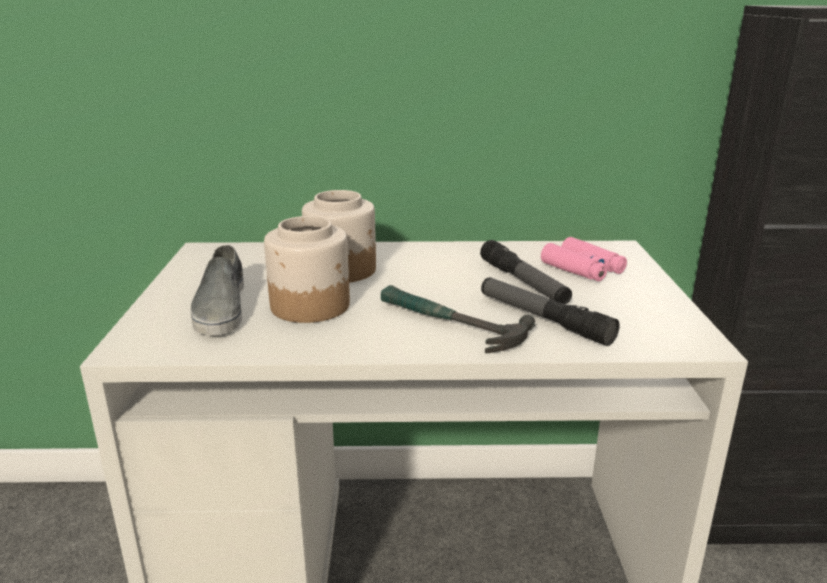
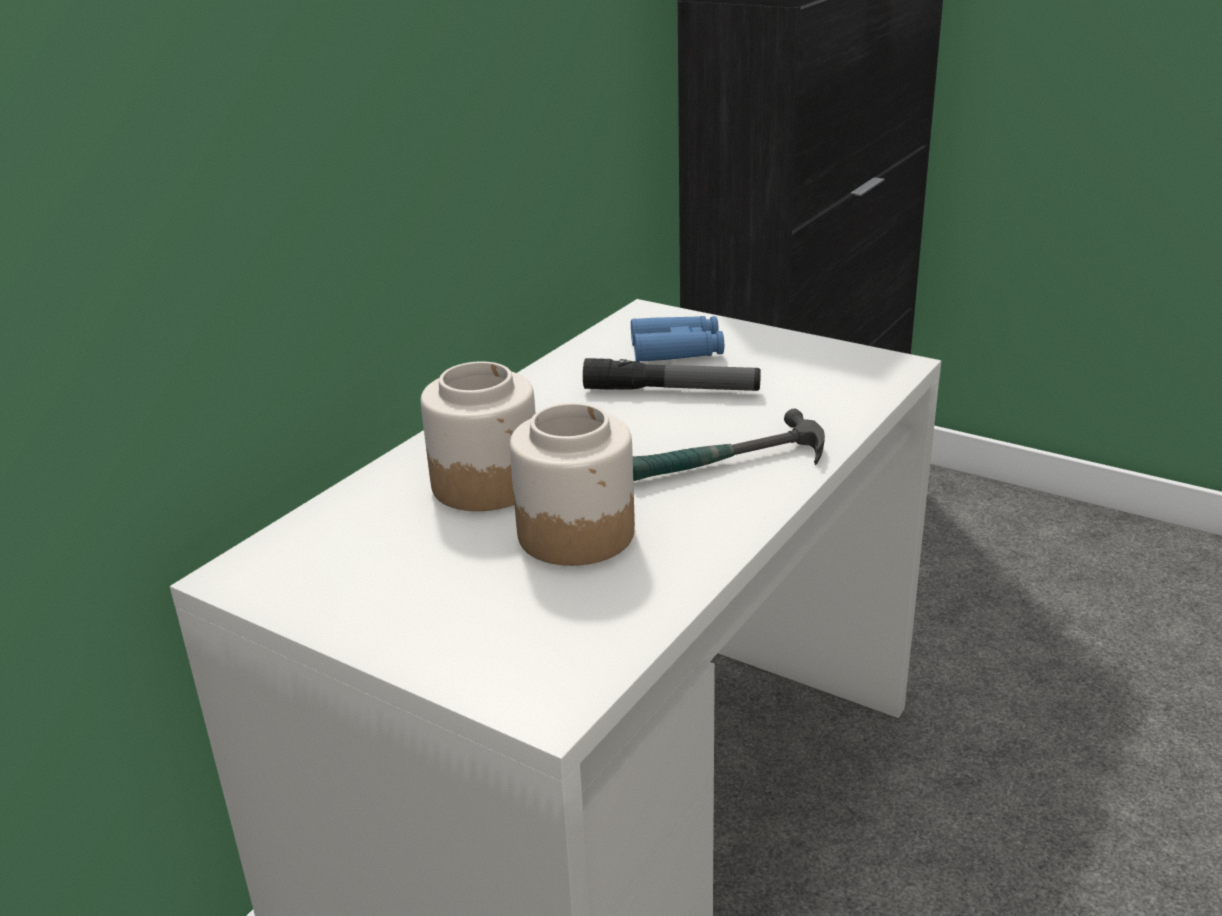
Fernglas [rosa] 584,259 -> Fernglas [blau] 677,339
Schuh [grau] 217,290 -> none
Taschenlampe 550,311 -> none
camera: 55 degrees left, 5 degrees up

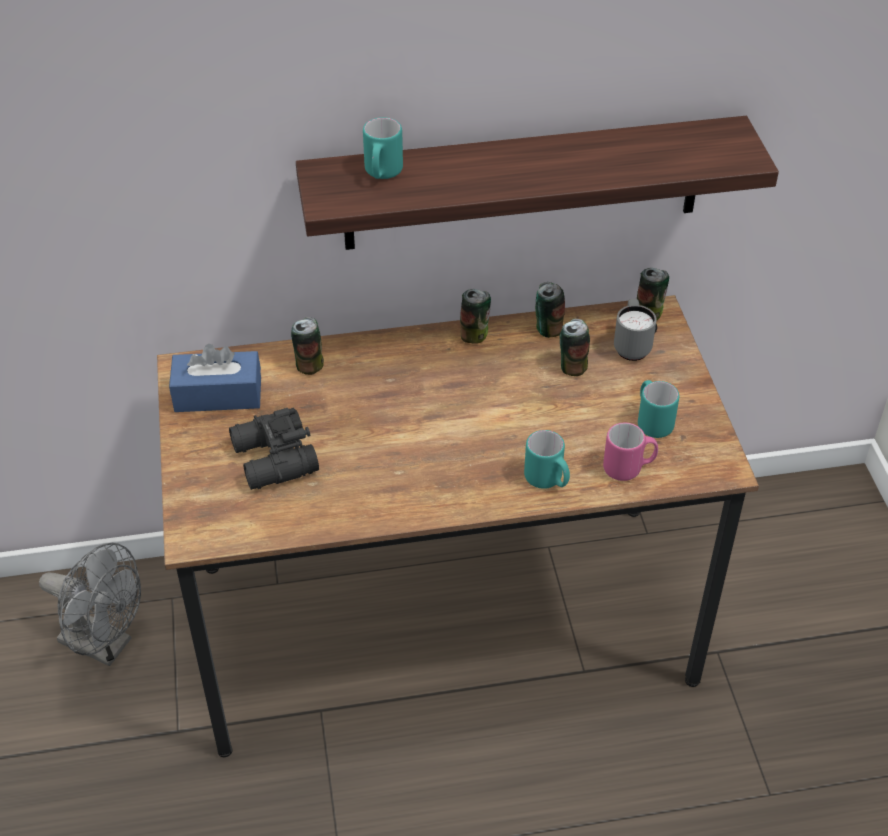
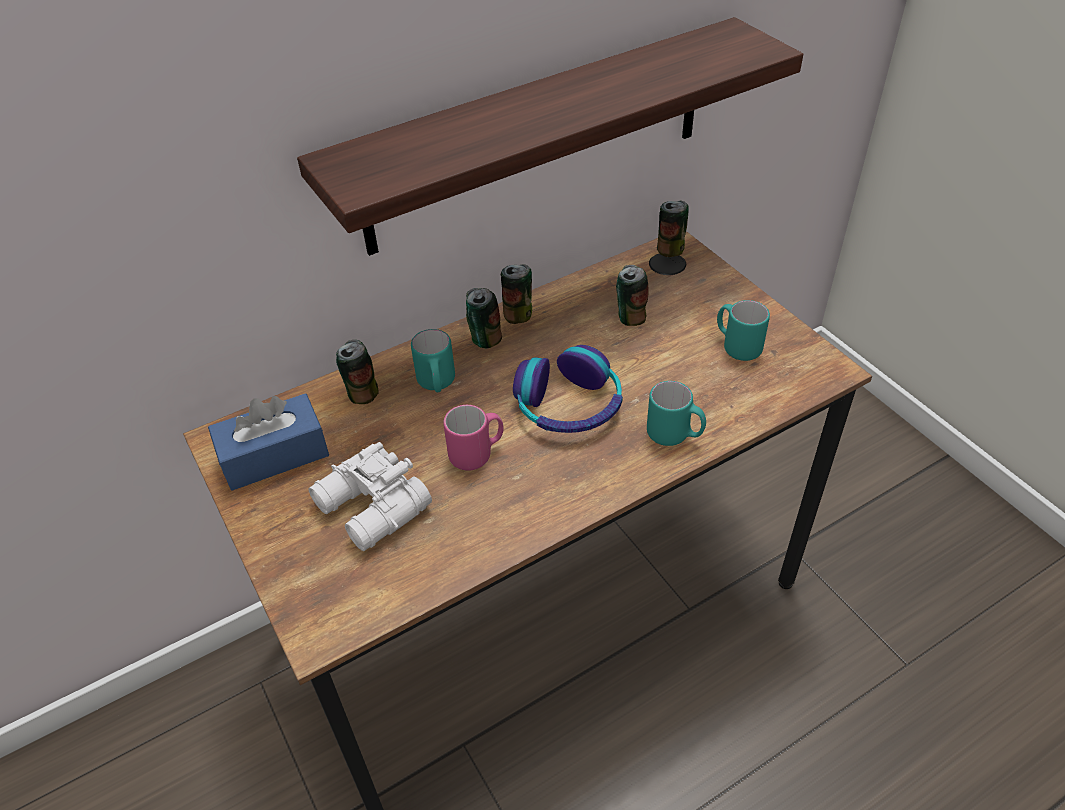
Henkelbecher [türkis] 383,148 -> Henkelbecher [türkis] 433,360, moved
Dose 550,310 -> Dose 484,318, moved
Henkelbecher [grau] 635,330 -> none
Fernglas [schwarz] 274,449 -> Fernglas [weiß] 370,496
Henkelbecher [rosa] 630,452 -> Henkelbecher [rosa] 474,437, moved
Ventilator [grau] 90,604 -> none
none -> Kopfhörer 568,389
camera: 20 degrees left, 0 degrees up

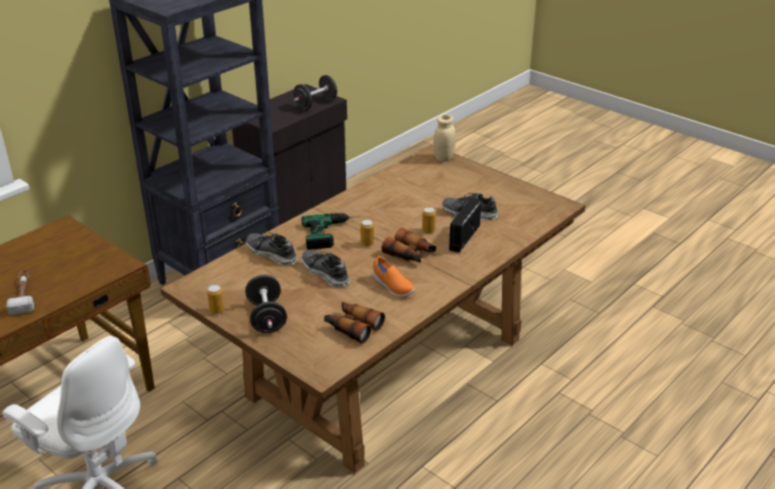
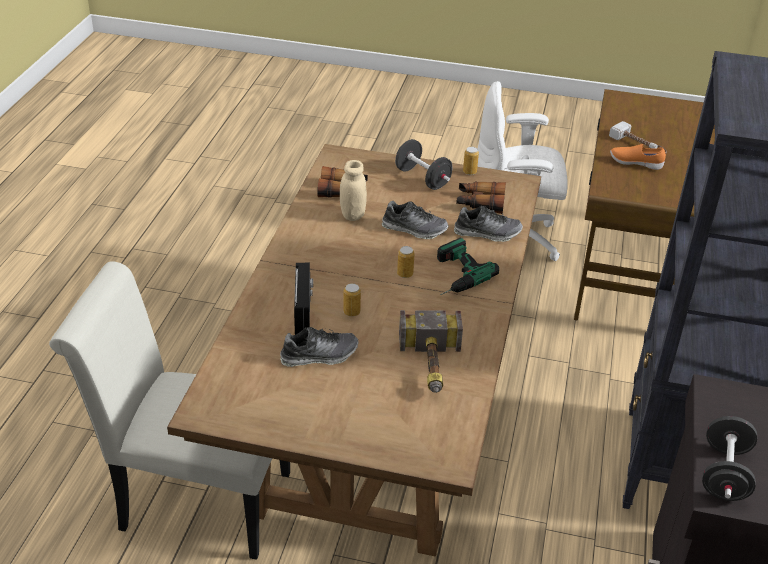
Vorratsglas [beige] 444,138 -> Vorratsglas [beige] 353,190, moved
Fernglas 409,245 -> Fernglas 481,197, moved
Schuh [orange] 394,276 -> Schuh [orange] 638,157, moved
none -> Stuhl [weiß] 169,410
none -> Hammer 431,351
camera: 150 degrees right, 5 degrees up

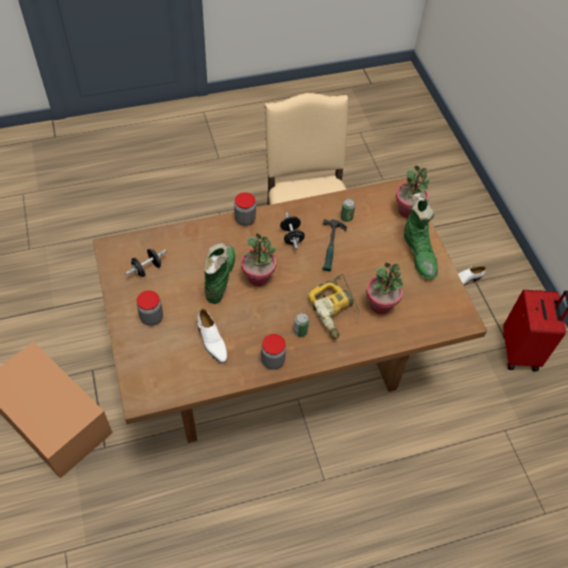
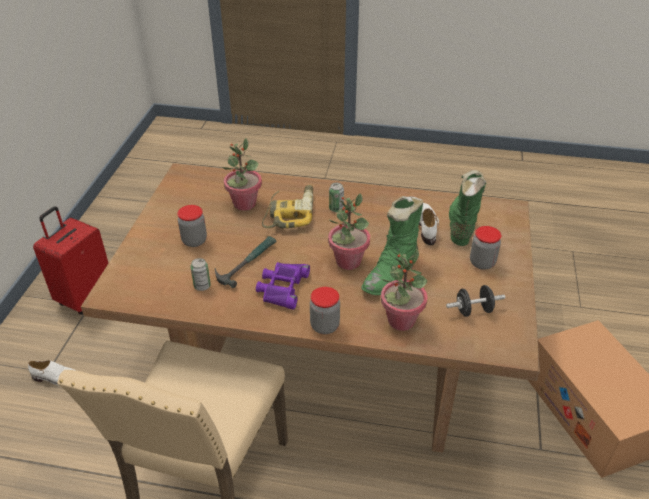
Topfpflanze 413,191 -> Topfpflanze 404,290, moved
Stiefel [grün] 421,236 -> Stiefel [grün] 467,208, moved
Hantel [schwarz] 292,230 -> Fernglas [lila] 283,286
Vorratsglas 273,352 -> Vorratsglas 192,226, moved
camera: 150 degrees left, 15 degrees down

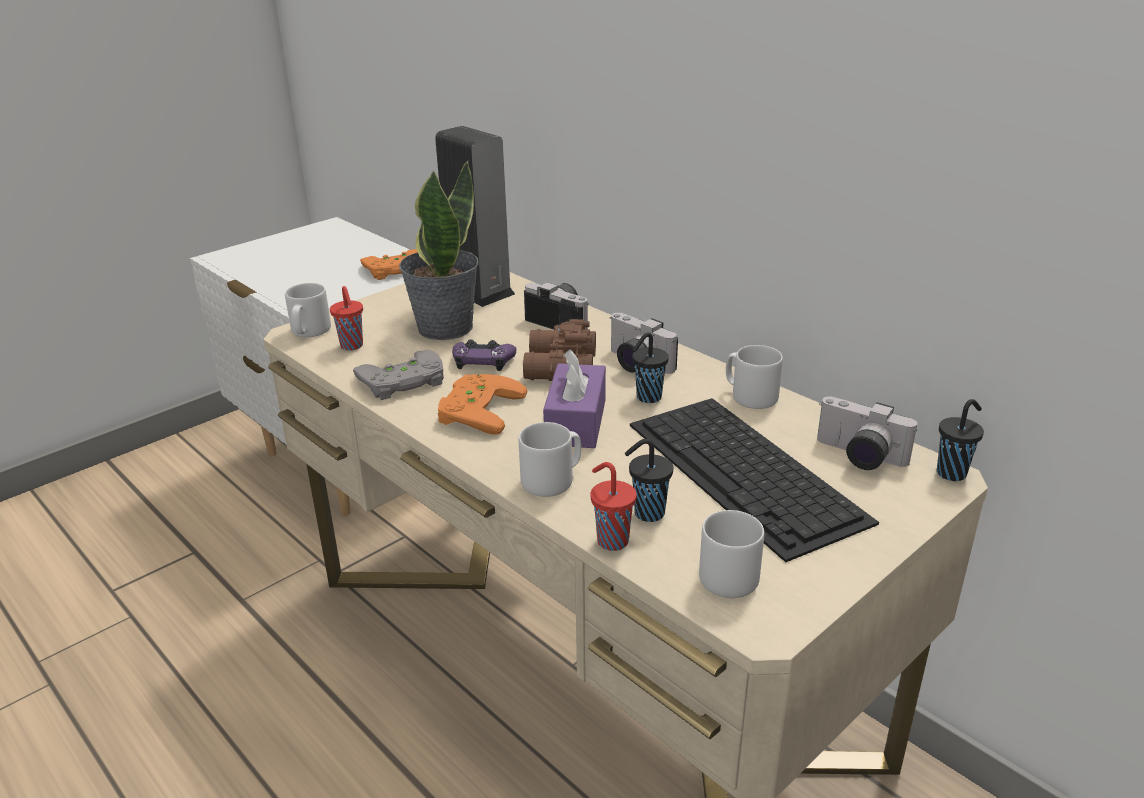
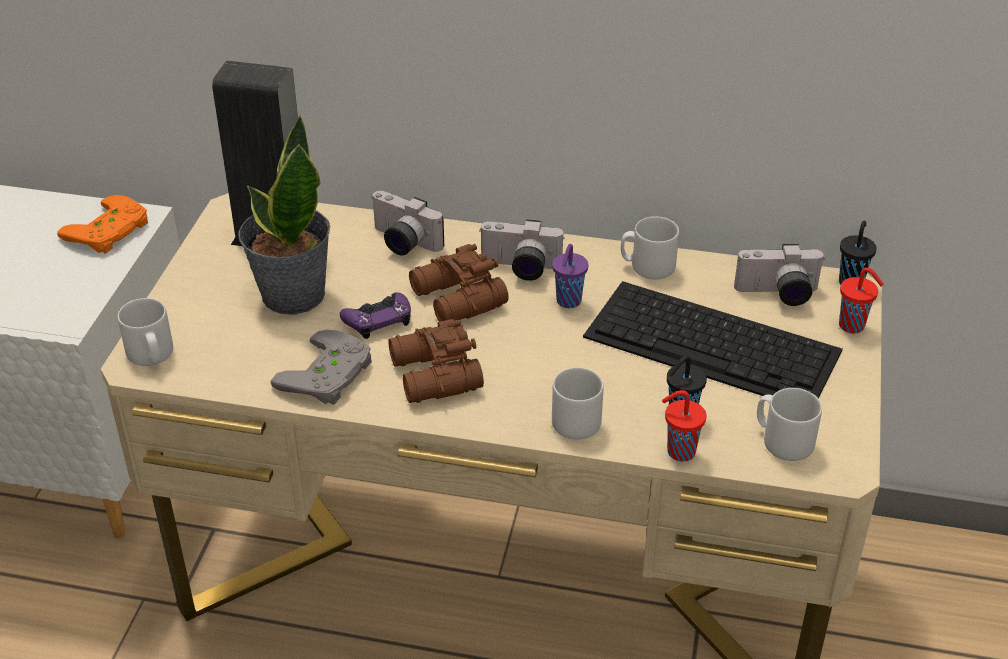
Kamera 556,306 -> Kamera 407,223, 150 degrees counterclockwise
Tasse [rot] 346,318 -> Tasse [rot] 861,301, moved
Tasse [schwarz] 650,367 -> Tasse [lila] 570,276
Taschentuchbox [lila] 574,398 -> none
Gamepad [orange] 482,404 -> Fernglas [braun] 436,361
camera: 35 degrees left, 10 degrees up

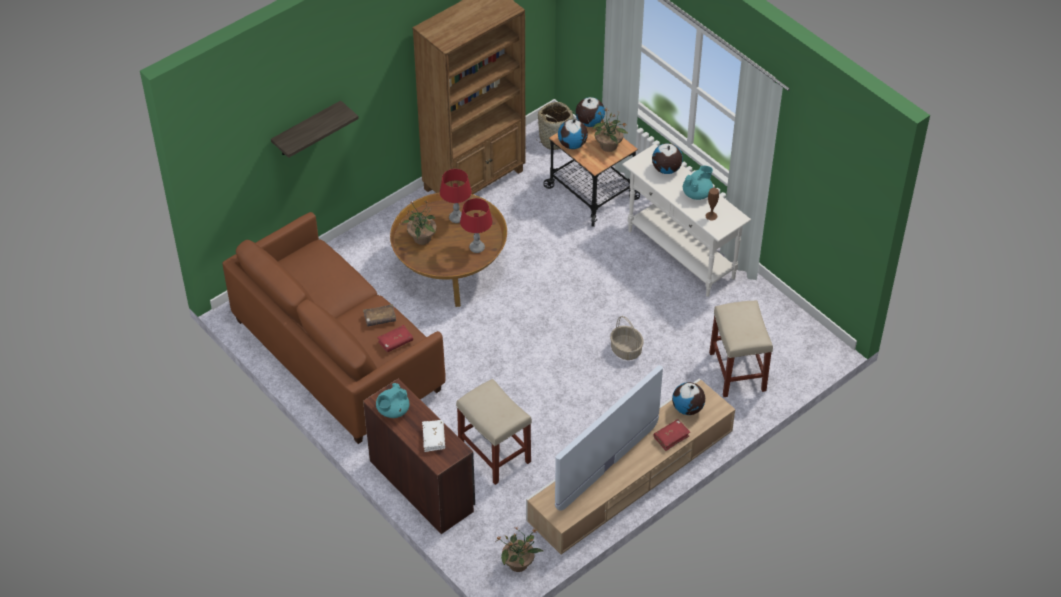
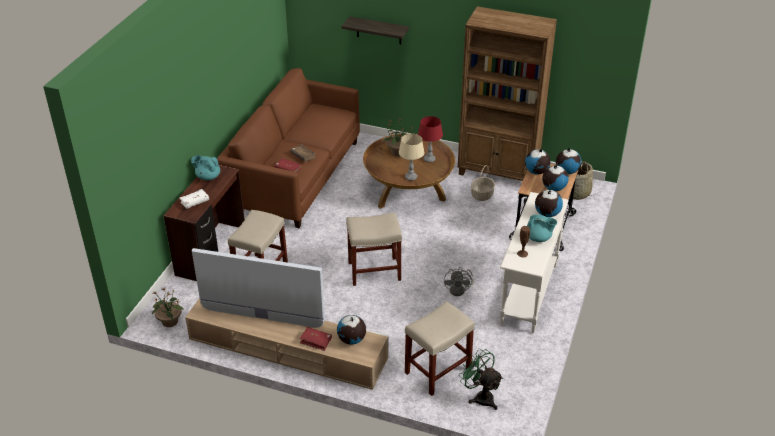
Topfpflanze 610,130 -> Globus 555,178
Tischlampe [rot] 476,225 -> Tischlampe [beige] 411,157
Korb 627,338 -> Korb 483,183, moved
none -> Hocker [beige] 374,249
none -> Ventilator [grau] 459,281
none -> Ventilator [grün] 481,379
camera: 60 degrees right, 10 degrees down

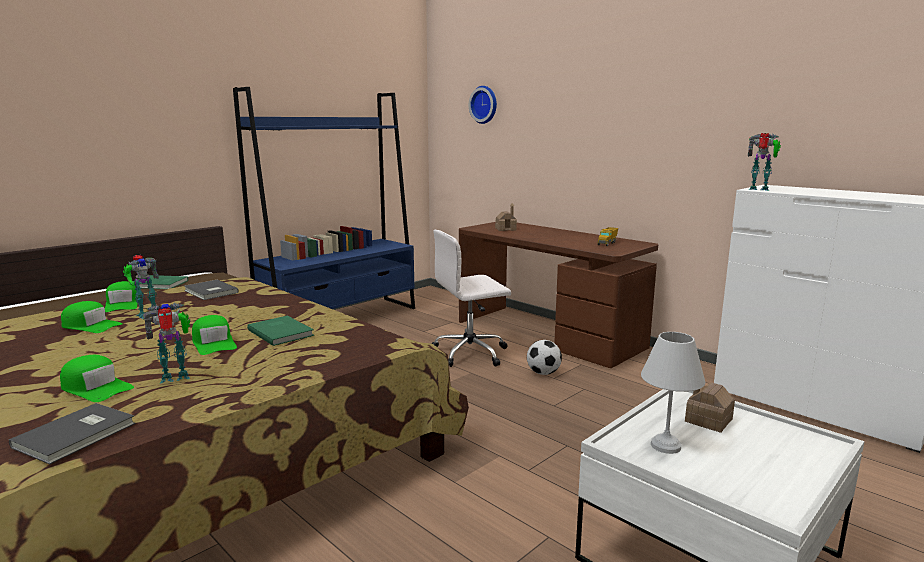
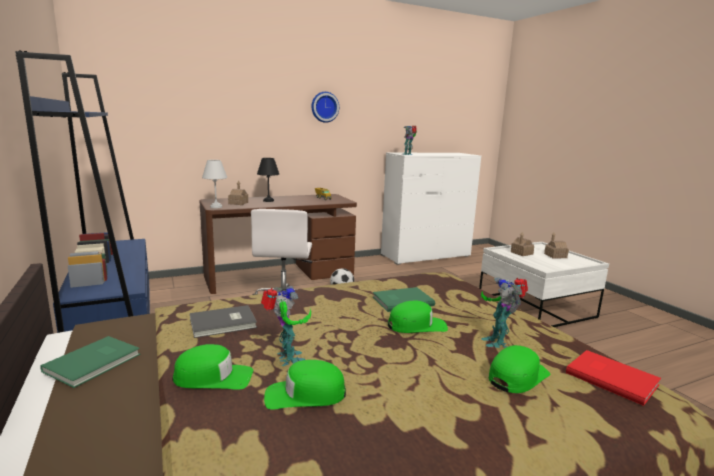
Wanduhr 483,105 -> Wanduhr 325,107, moved
Kappe [grün] 91,317 -> Kappe [grün] 305,385, 135 degrees counterclockwise
Tischlampe [weiß] 673,393 -> Tischlampe [weiß] 214,184, moved
Buch [grau] 72,433 -> Buch [rot] 613,378
none -> Tischlampe [schwarz] 268,180
none -> Spielzeughaus 556,245
camera: 70 degrees left, 0 degrees up

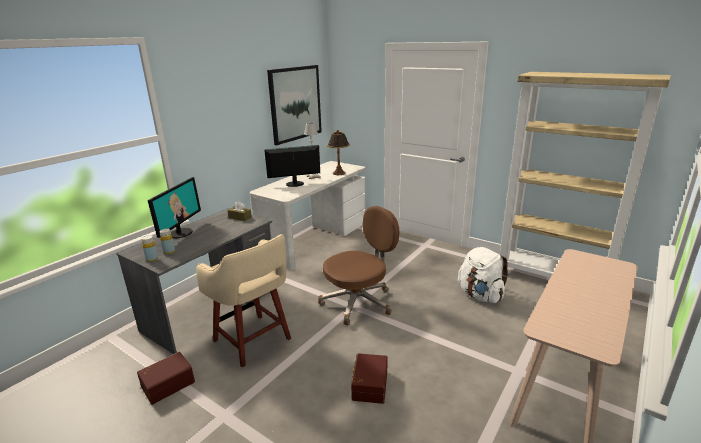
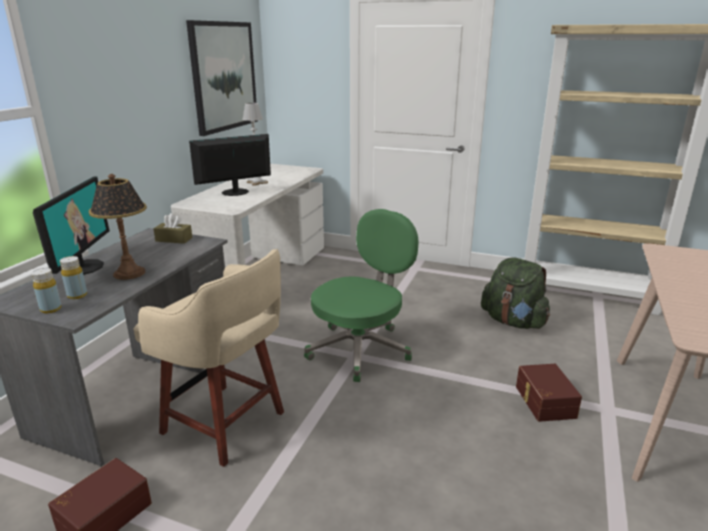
Tischlampe 338,152 -> Tischlampe 118,227, moved
Bürostuhl [braun] 358,266 -> Bürostuhl [grün] 361,295
Rucksack [weiß] 483,275 -> Rucksack [grün] 515,293
Aufbewahrungsbox [braun] 369,378 -> Aufbewahrungsbox [braun] 549,393, moved
camera: 15 degrees left, 0 degrees up

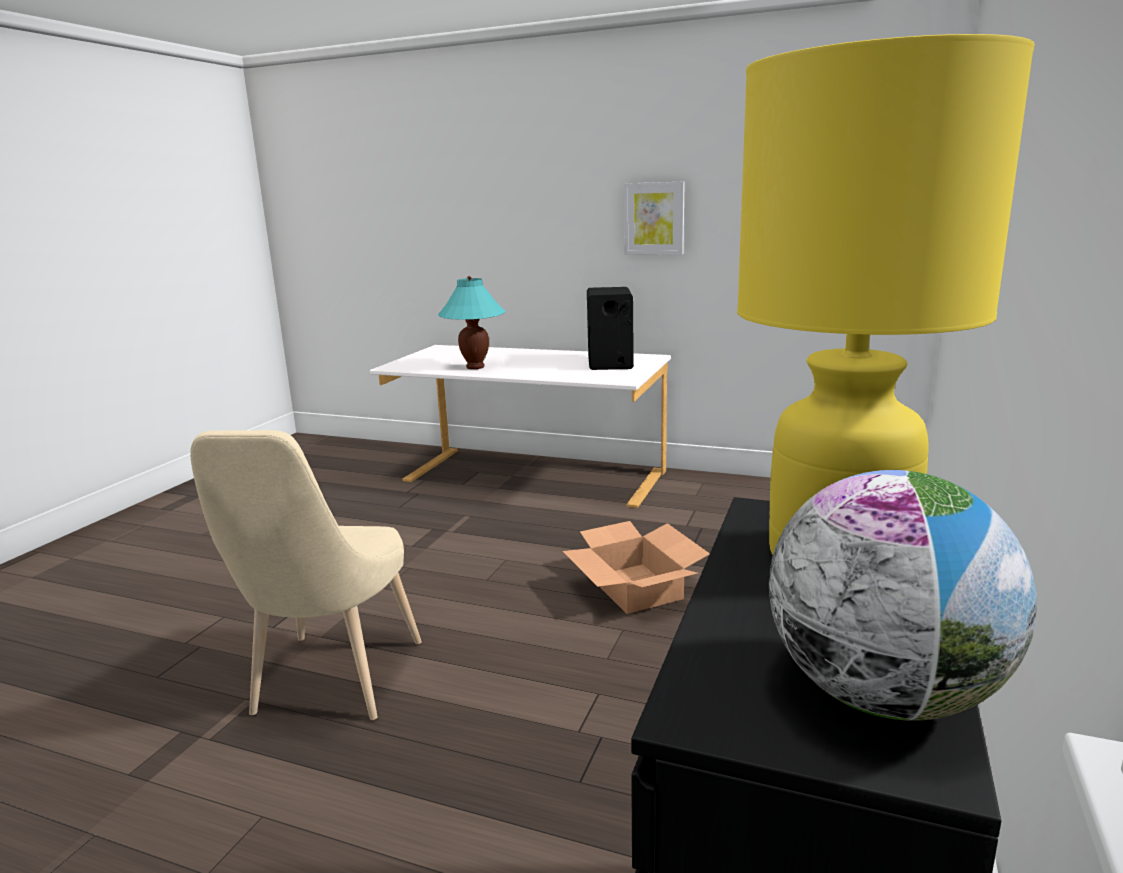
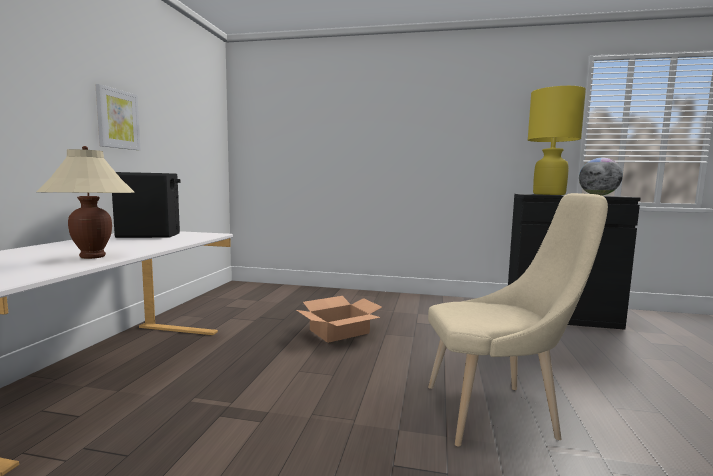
Tischlampe [türkis] 472,322 -> Tischlampe [beige] 85,202
camera: 100 degrees left, 10 degrees down

